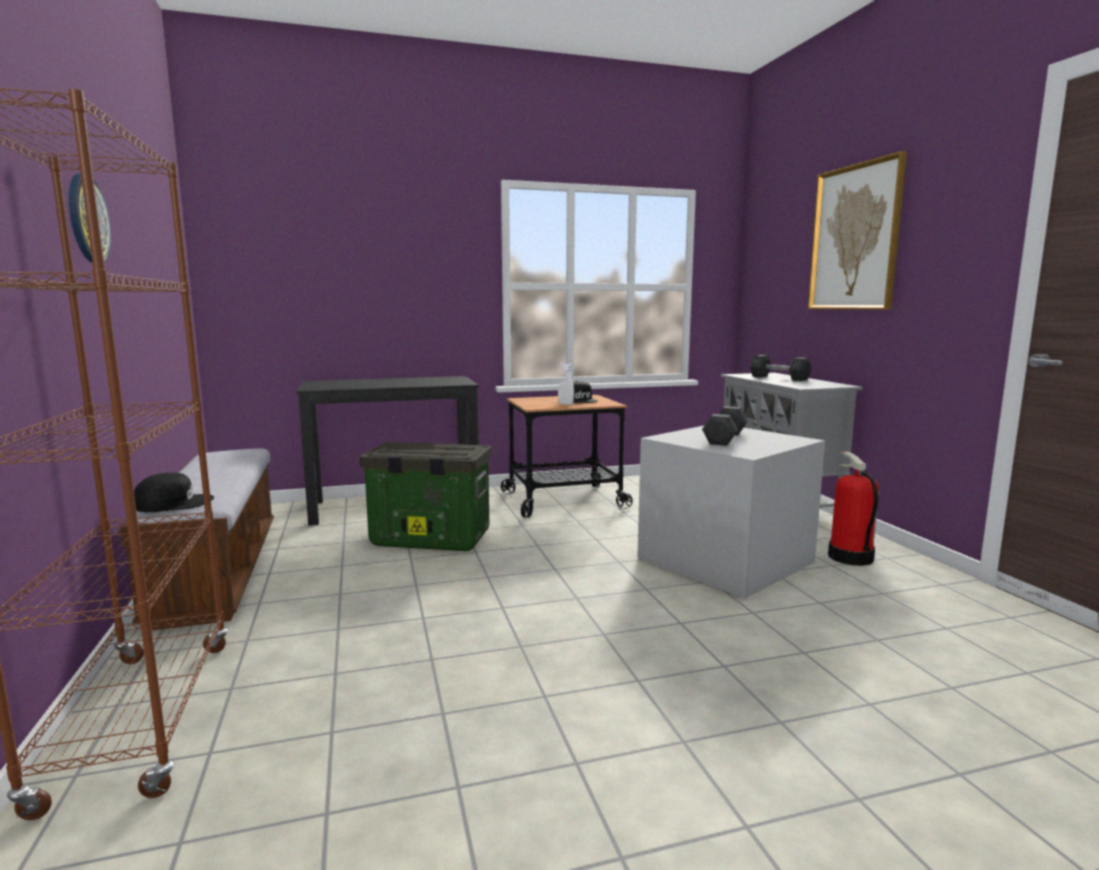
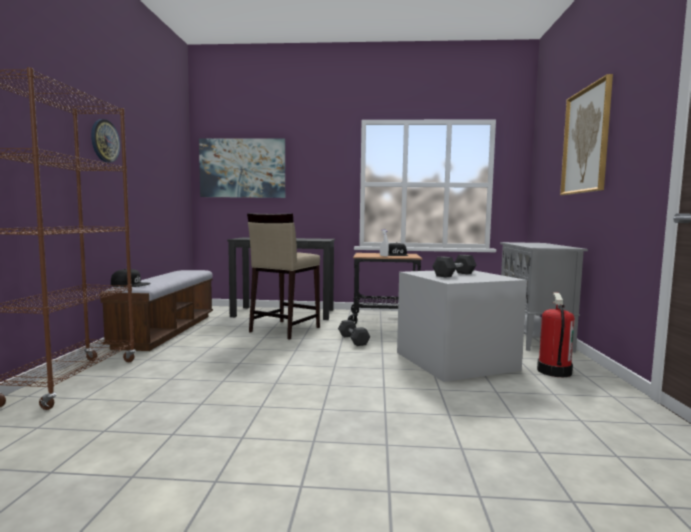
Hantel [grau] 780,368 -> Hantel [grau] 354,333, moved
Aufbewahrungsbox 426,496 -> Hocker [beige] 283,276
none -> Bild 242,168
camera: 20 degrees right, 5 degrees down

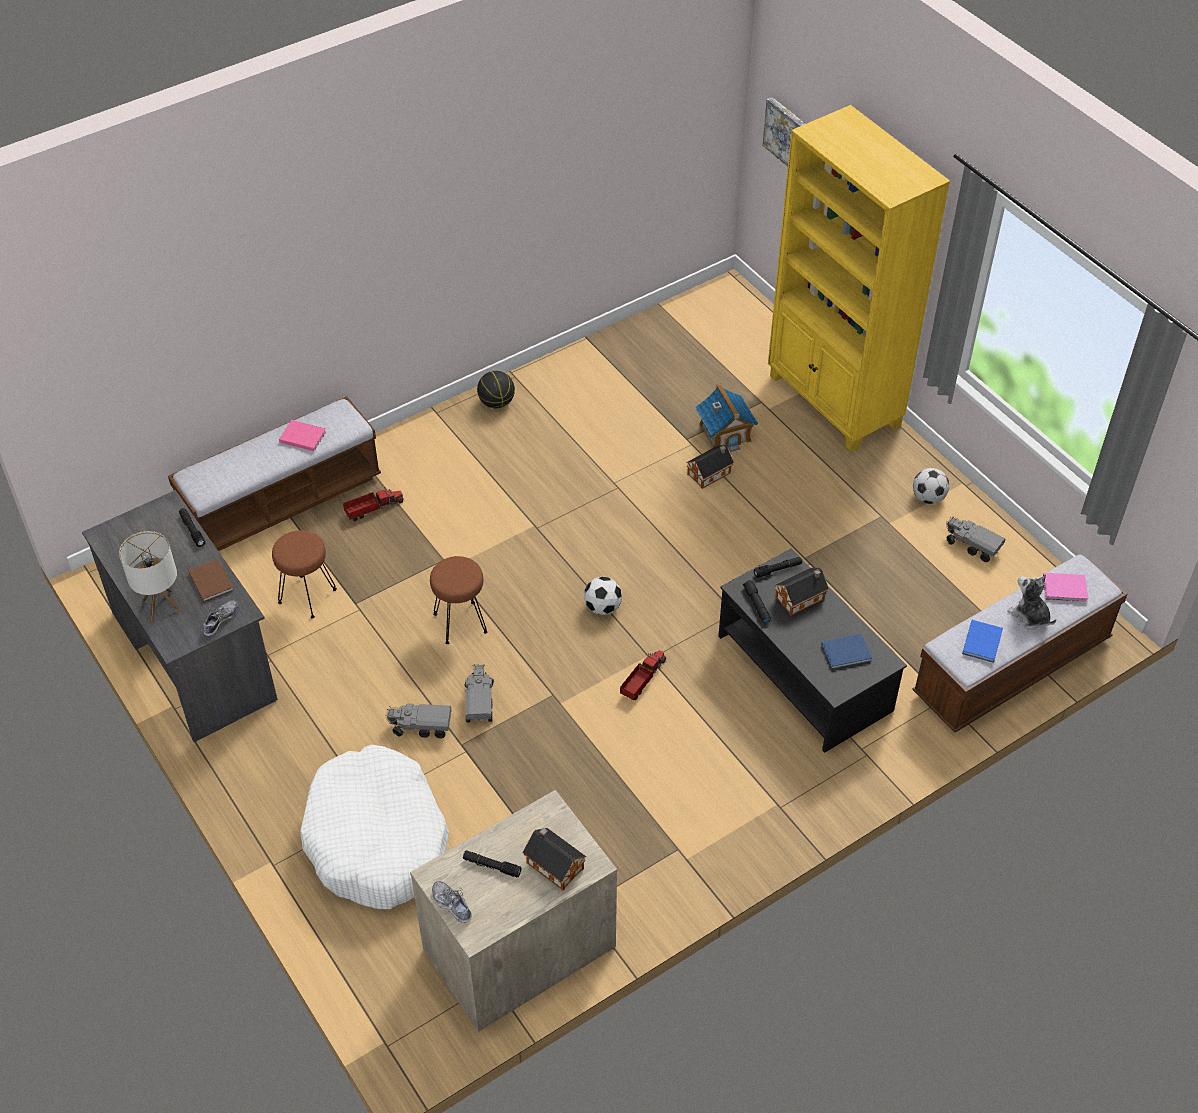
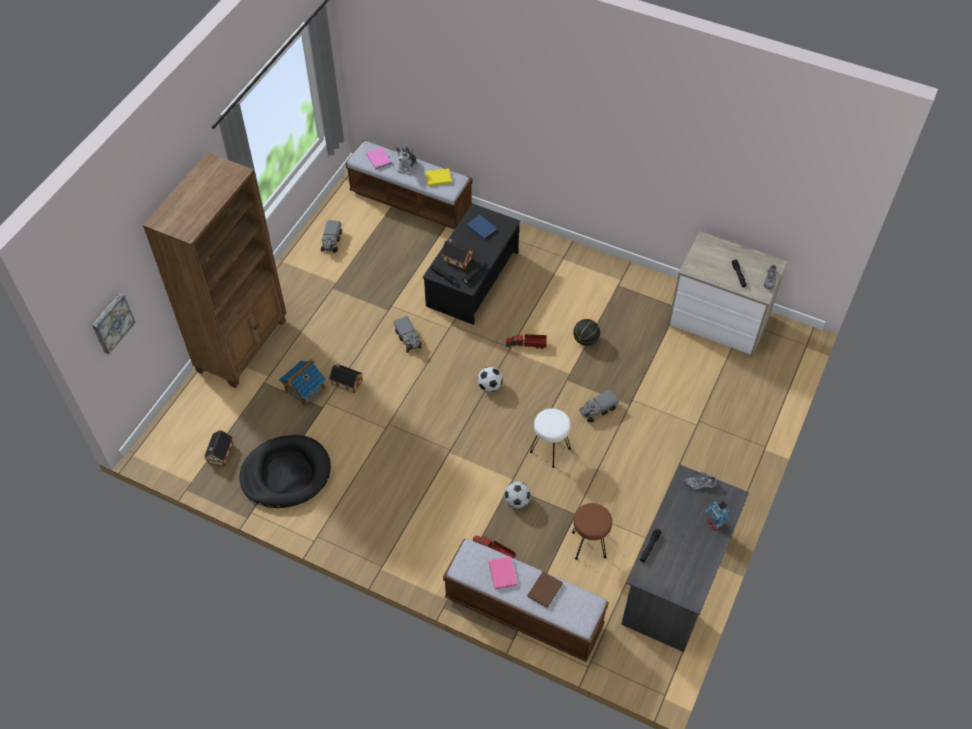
Bücherregal [gelb] 859,278 -> Bücherregal [braun] 214,270
Basketball 496,389 -> Basketball 586,332, moved
Fußball 931,486 -> Fußball 517,494, moved
Tischlampe 150,577 -> Spielzeugroboter 717,516
Hocker [braun] 459,600 -> Hocker [weiß] 550,438
Buch [braun] 211,580 -> Buch [braun] 545,590, moved
Buch [blau] 982,641 -> Buch [gelb] 438,177
Spielzeuglaster 418,721 -> Spielzeuglaster 408,334, moved
Hundebett [weiß] 374,827 -> none
Spielzeughaus 554,859 -> Spielzeughaus 218,448, moved
none -> Hundebett [schwarz] 285,471
camera: 120 degrees left, 5 degrees up

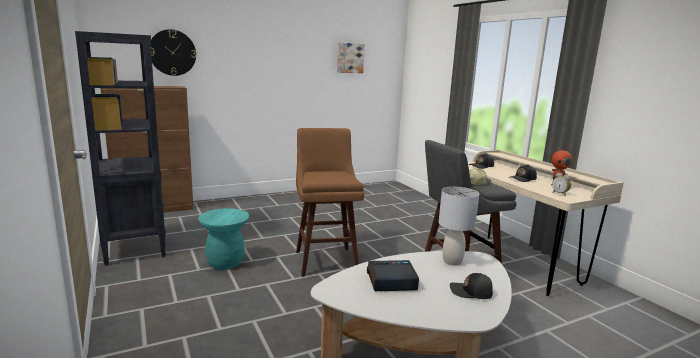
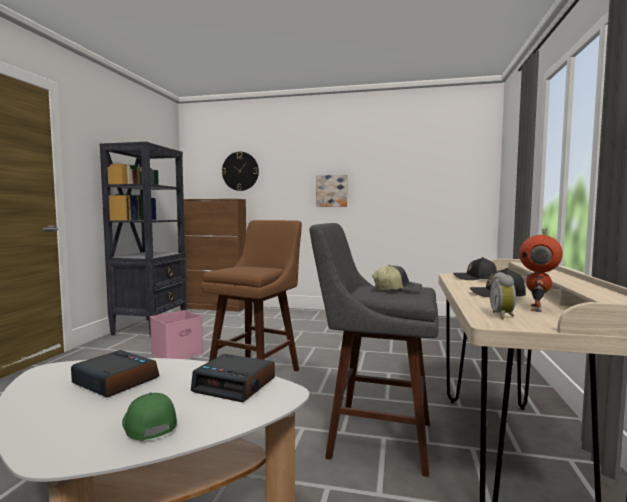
Bild 351,57 -> Bild 332,191, moved
Tischlampe [grau] 459,226 -> Wecker 233,378
Hocker [türkis] 223,239 -> Aufbewahrungsbox [rosa] 176,334
Kappe [schwarz] 471,286 -> Kappe [grün] 149,416
camera: 40 degrees right, 10 degrees down

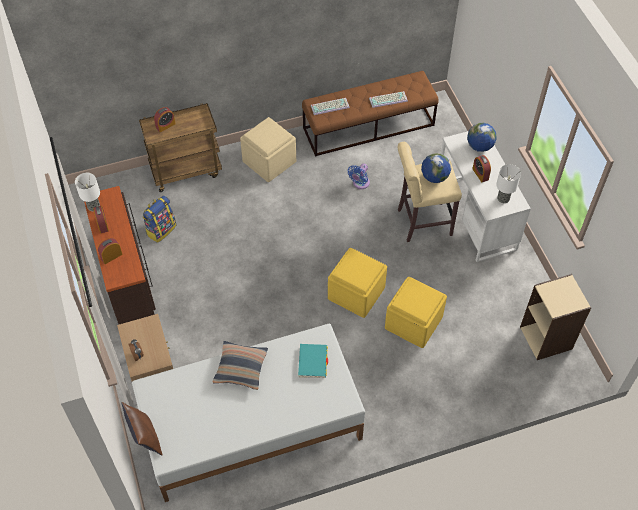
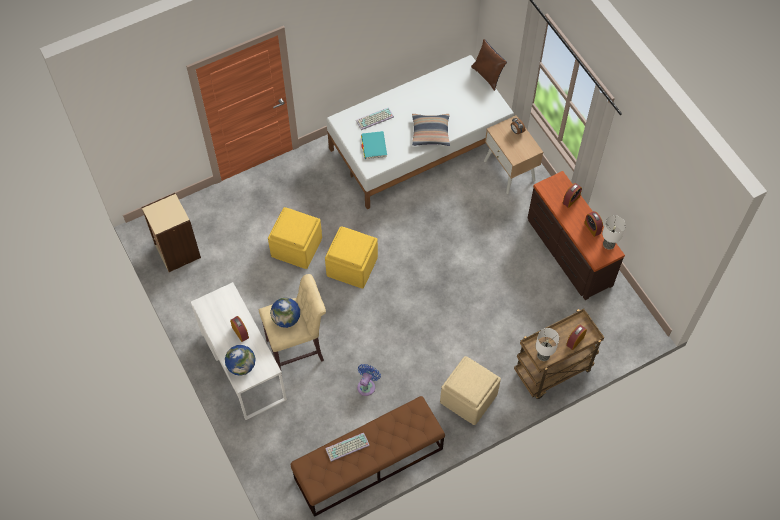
Tastatur 330,106 -> Tastatur 375,118, moved
Tischlampe 508,183 -> Tischlampe 547,344, moved
Rucksack 159,219 -> none
camera: 170 degrees right, 5 degrees up

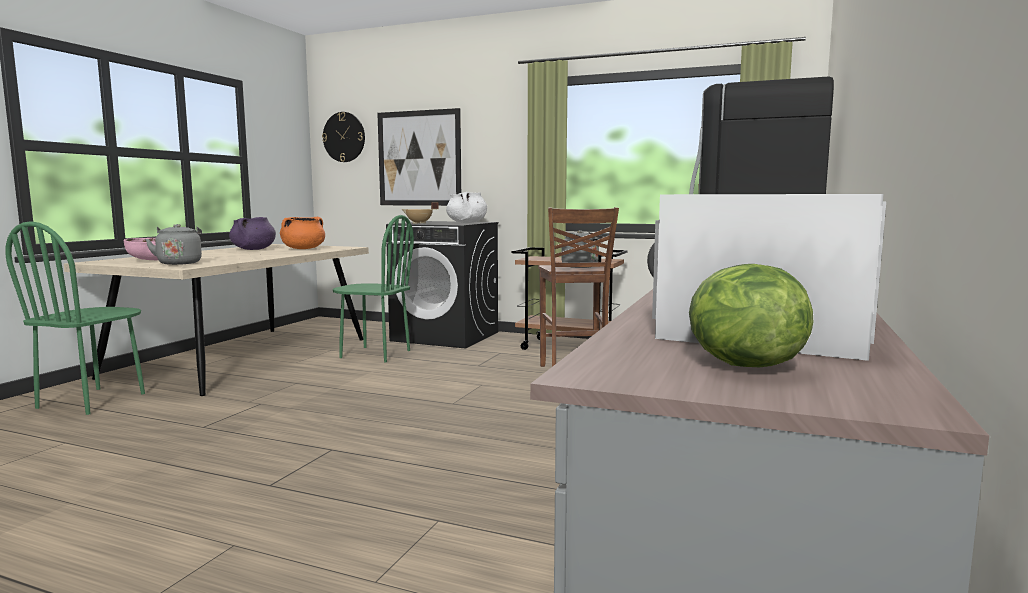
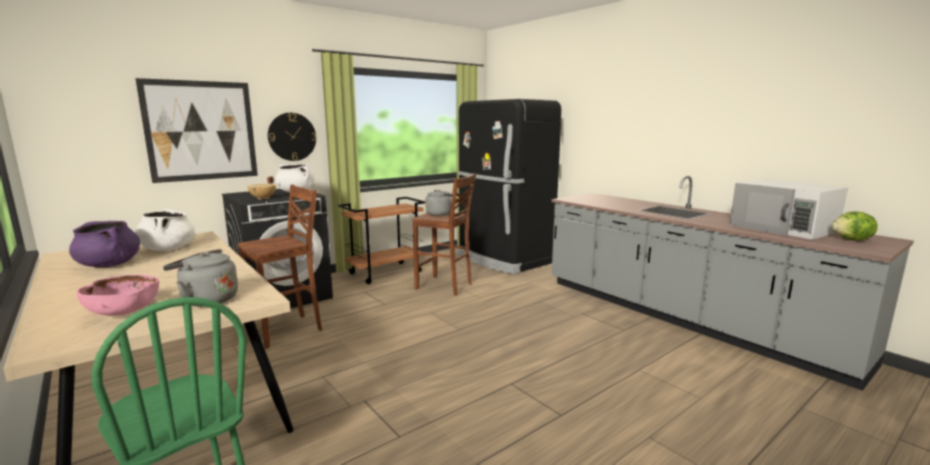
Wanduhr 343,137 -> Wanduhr 292,137, moved
Stuhl [grün] 373,289 -> Hocker [braun] 279,267
Kochtopf [orange] 302,233 -> Kochtopf [weiß] 165,230
camera: 60 degrees left, 5 degrees up

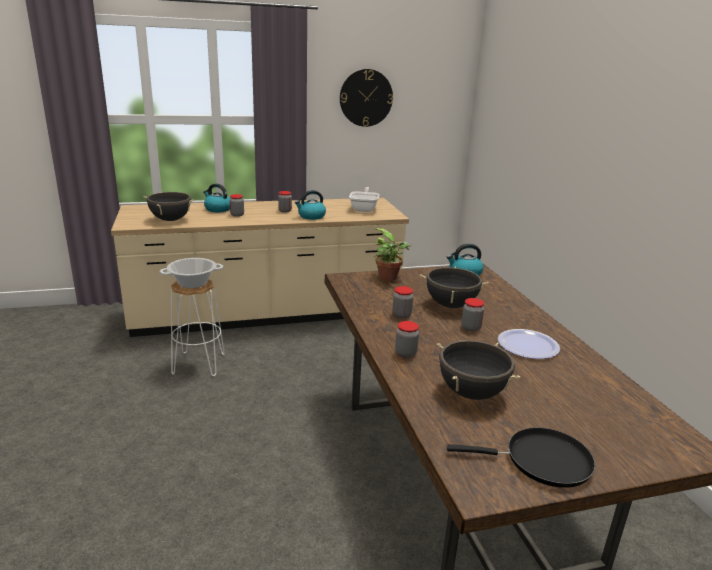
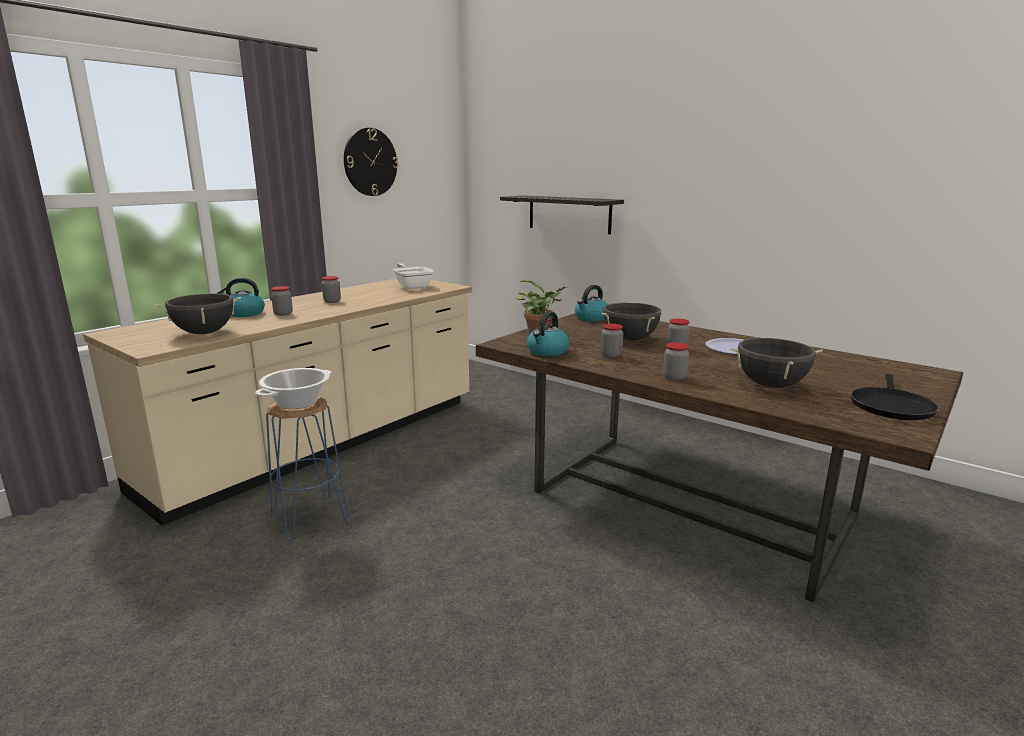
Wasserkessel 310,205 -> Wasserkessel 548,333, moved
Hocker [weiß] 198,327 -> Hocker [blau] 307,468
Pfanne [schwarz] 521,457 -> Pfanne [schwarz] 895,397, 150 degrees clockwise
none -> Wandregal 562,214
camera: 35 degrees left, 5 degrees down

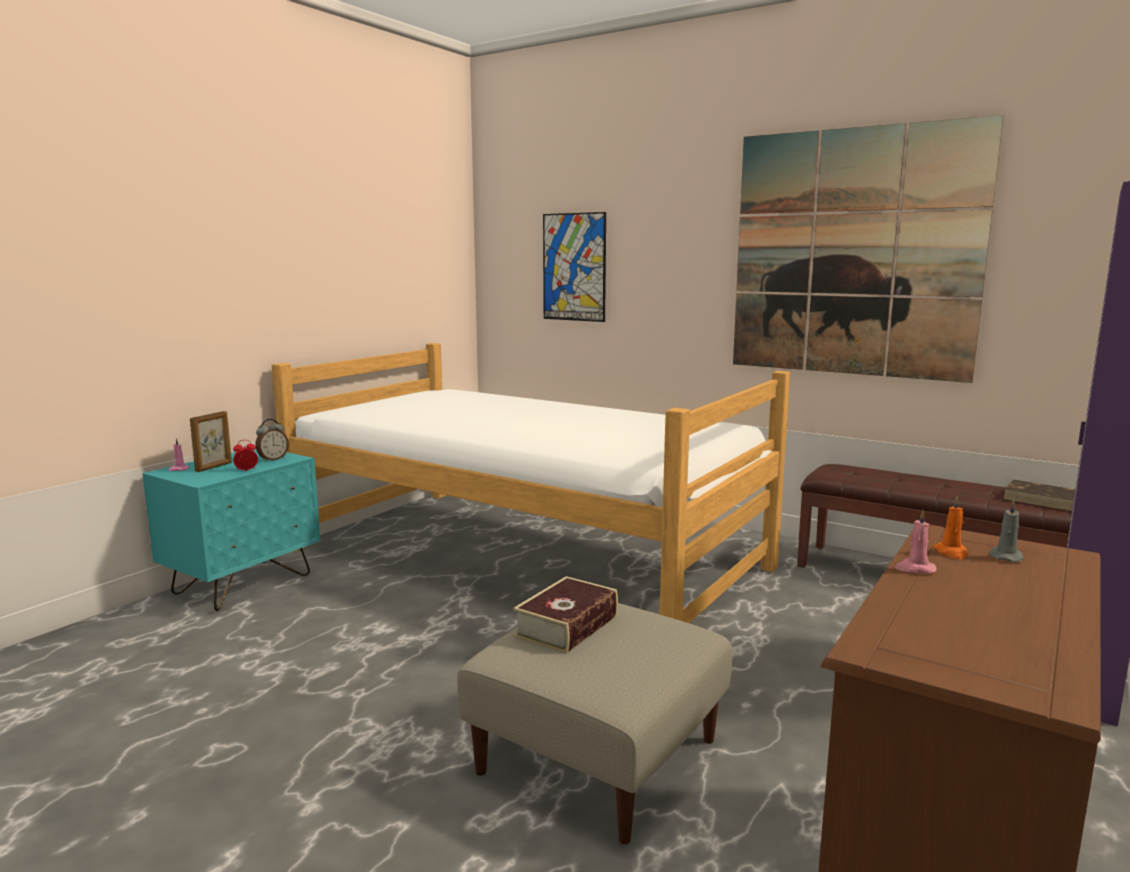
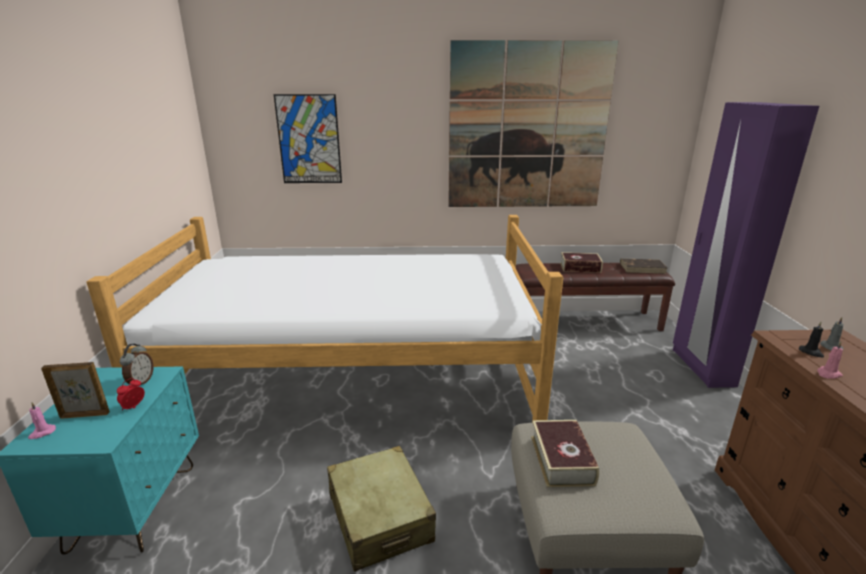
Bilderrahmen 211,441 -> Bilderrahmen 75,390, 90 degrees counterclockwise
Kerze [orange] 950,527 -> Kerze [schwarz] 811,340
none -> Buch 581,262
none -> Koffer [beige] 381,509
camera: 35 degrees left, 10 degrees up

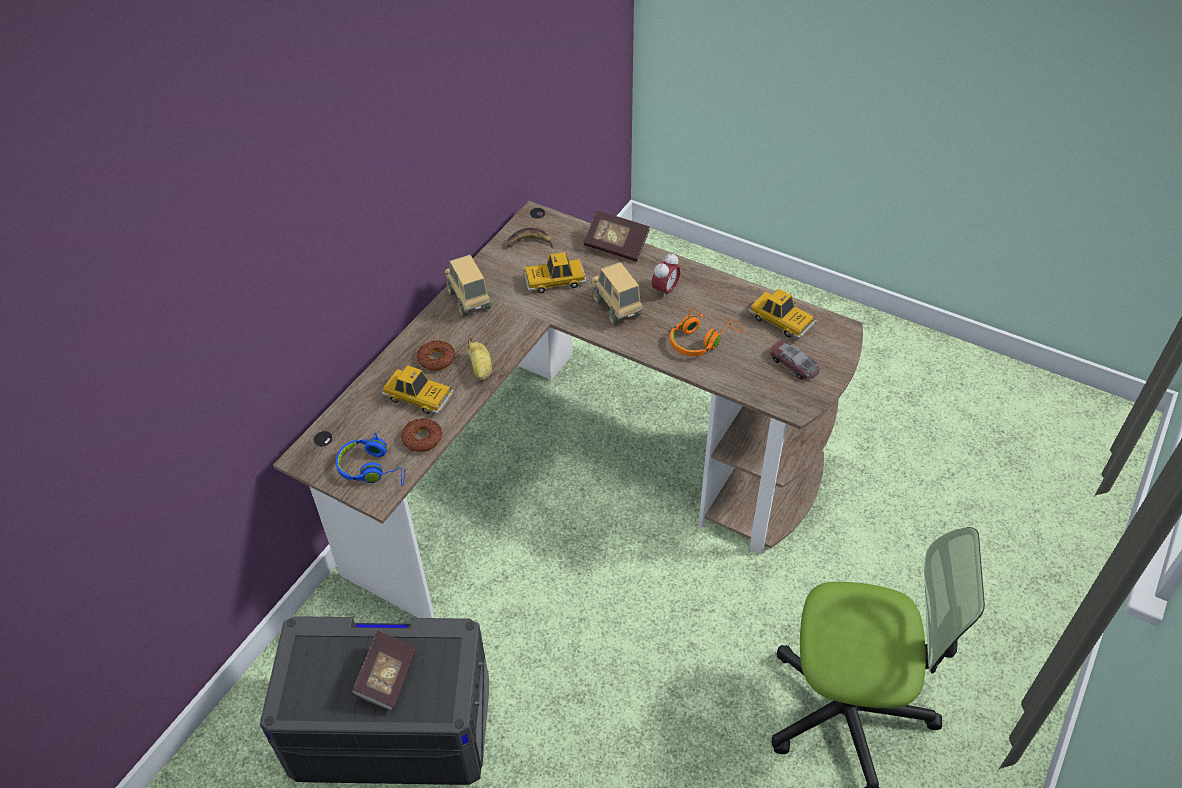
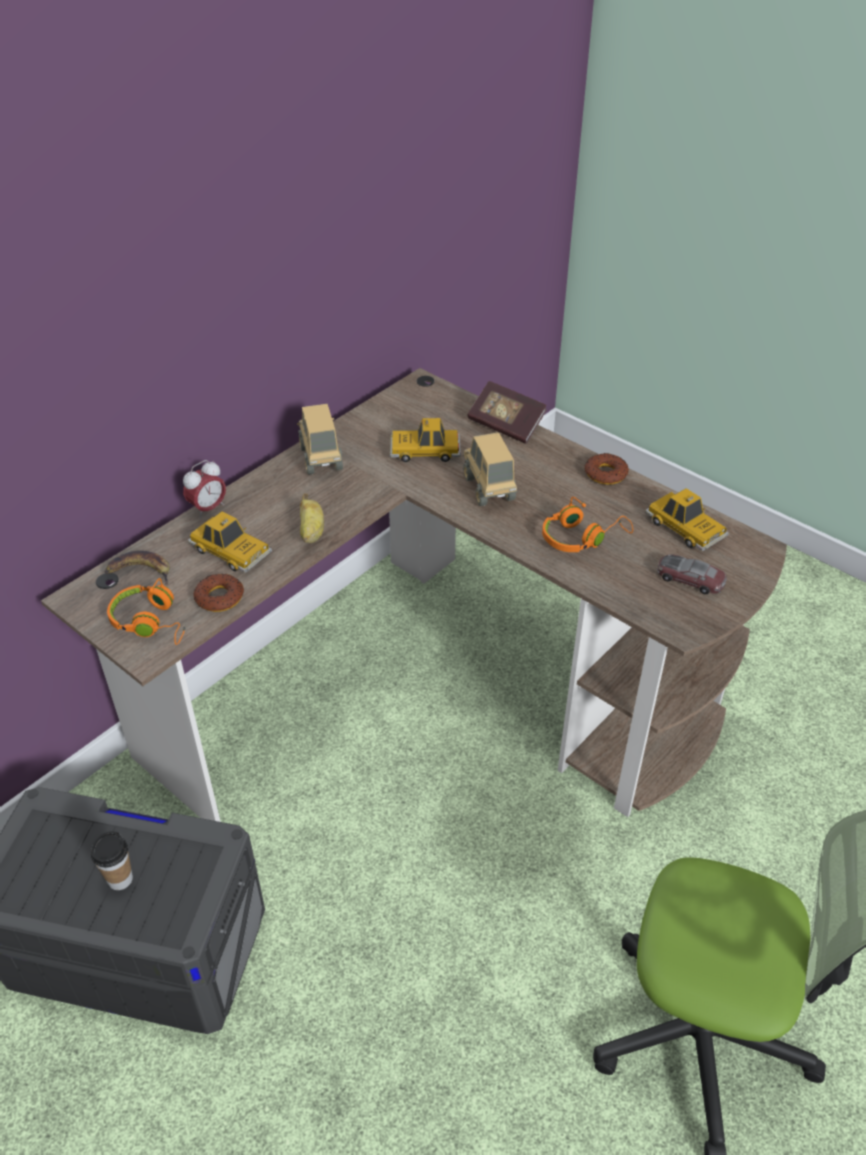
Banane 530,238 -> Banane 137,568, moved
Wecker 666,276 -> Wecker 204,489, moved
Donut 435,355 -> Donut 606,469, moved
Spielzeugauto 795,360 -> Spielzeugauto 692,574, 150 degrees clockwise
Kopfhörer [blau] 371,459 -> Kopfhörer [orange] 146,611
Buch 383,670 -> Tasse 112,860
camera: 10 degrees right, 5 degrees down

